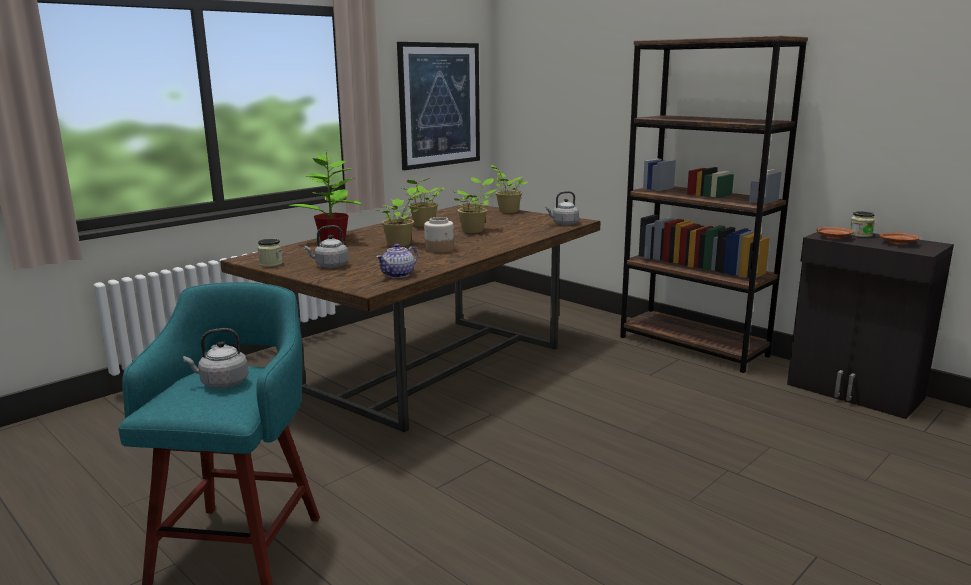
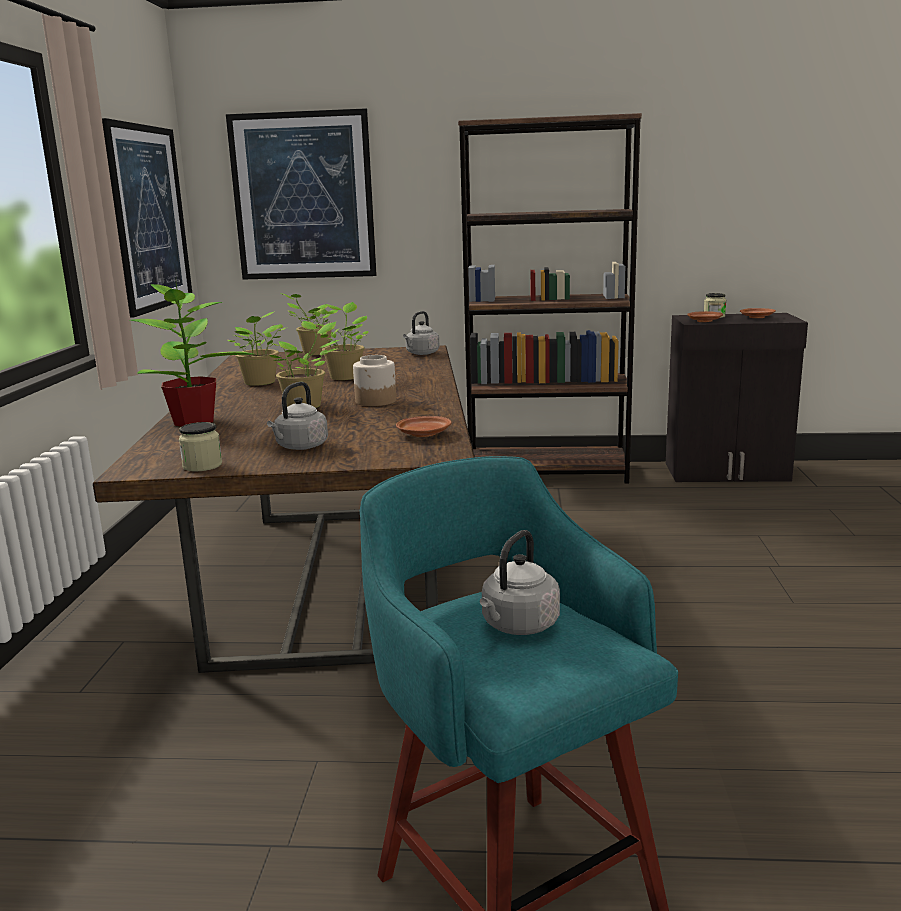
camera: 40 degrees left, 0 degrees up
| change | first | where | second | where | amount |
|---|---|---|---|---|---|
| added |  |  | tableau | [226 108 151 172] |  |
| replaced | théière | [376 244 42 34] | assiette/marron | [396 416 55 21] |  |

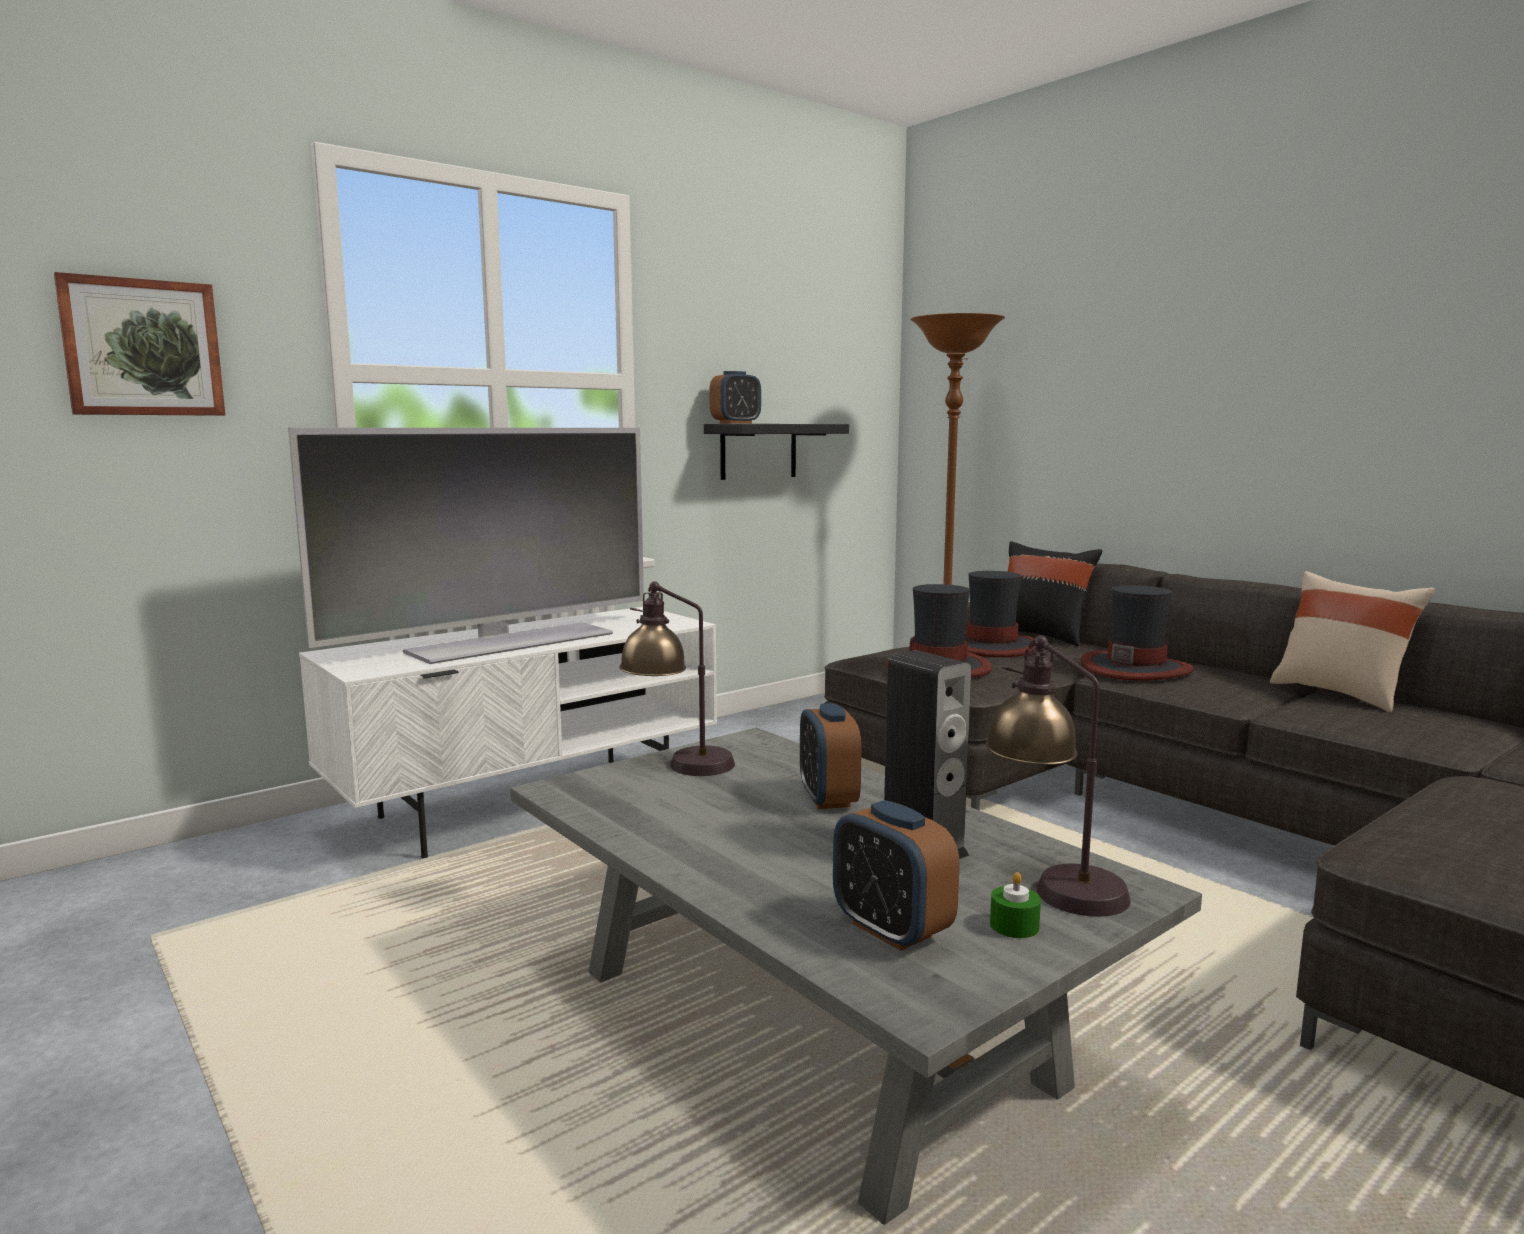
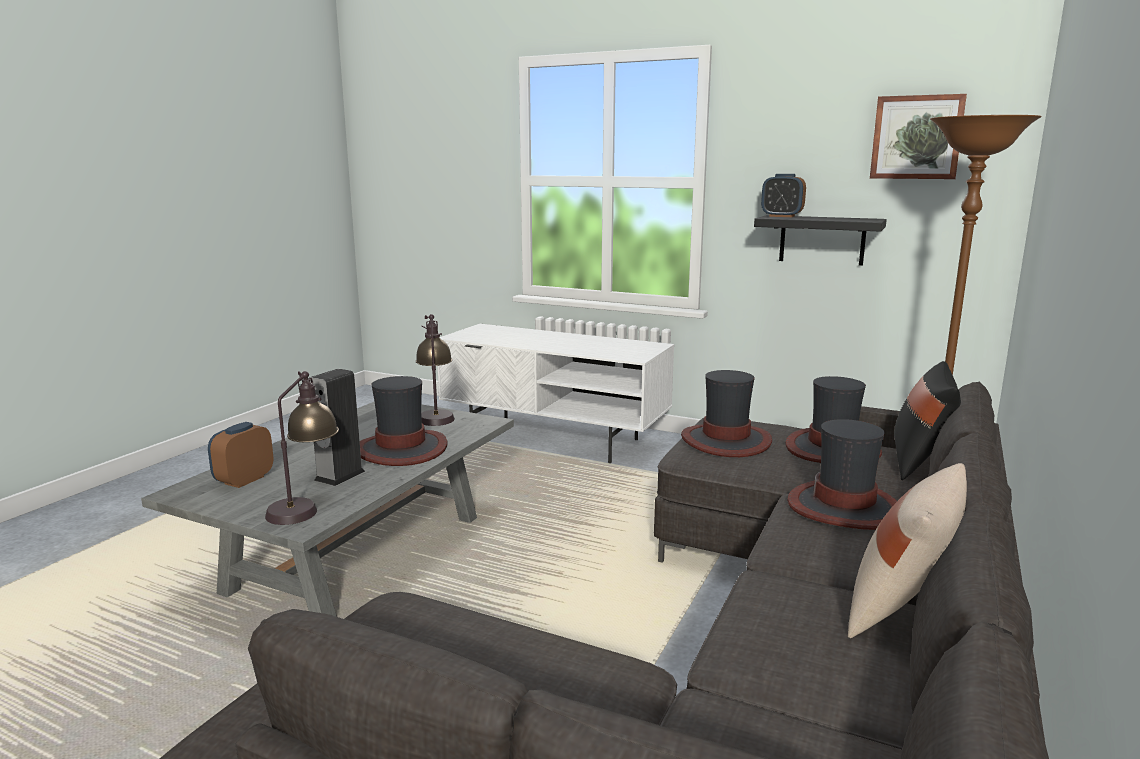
camera: 65 degrees right, 5 degrees up
| change | first | where | second | where | amount |
|---|---|---|---|---|---|
| replaced | réveil | [800 703 61 106] | chapeau | [360 376 88 90] |  |
| moved | tableau | [54 272 171 144] |  | [870 94 97 85] |  |
| removed | téléviseur | [288 428 356 236] |  |  |  |
| removed | bougie/vert | [990 872 51 66] |  |  |  |

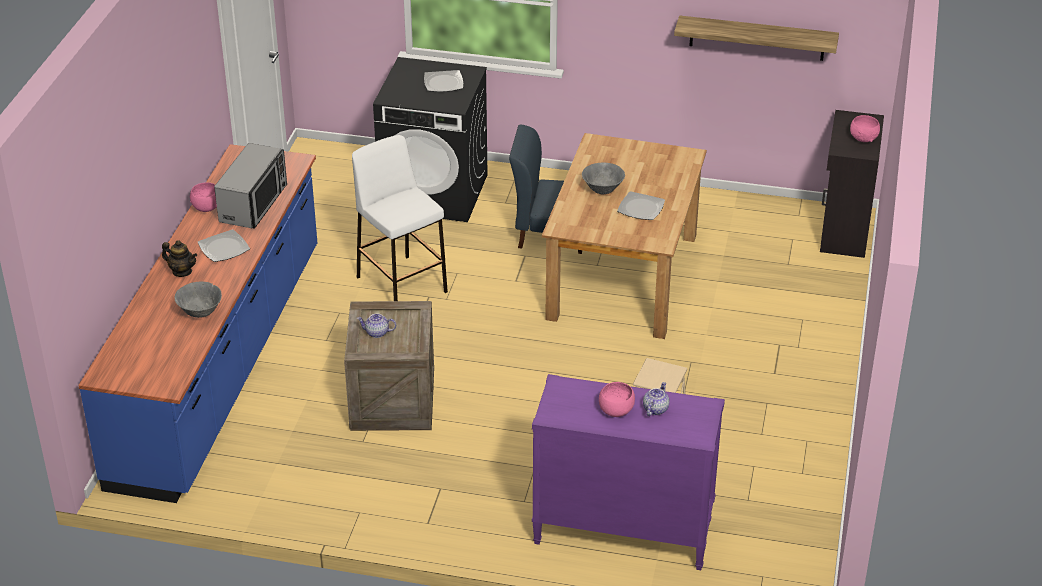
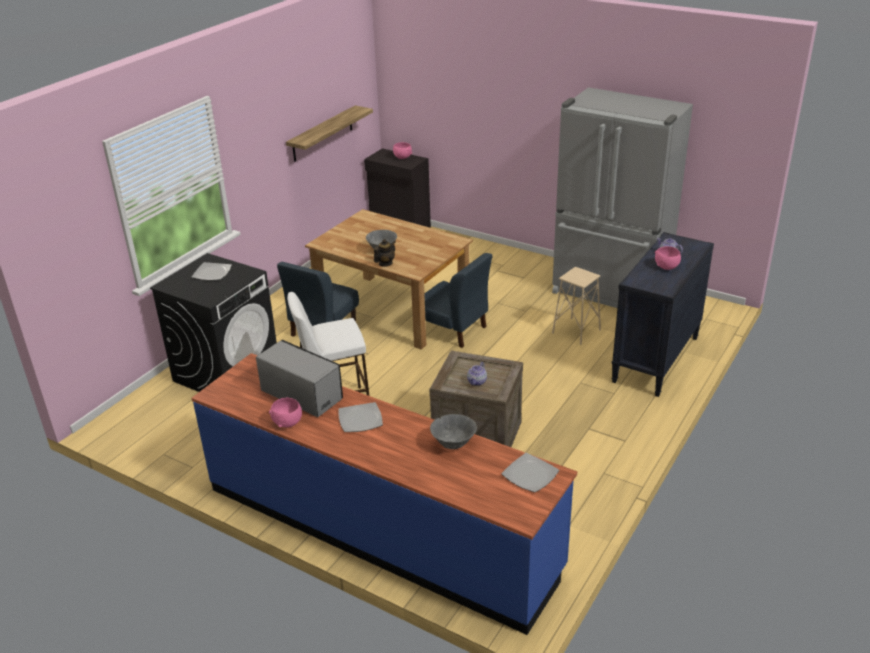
camera: 70 degrees left, 5 degrees down
| change | first | where | second | where | amount |
|---|---|---|---|---|---|
| moved | théière | [162 240 35 37] |  | [374 239 22 28] |  |
| added |  |  | chaise/bleu | [424 253 69 95] |  |
| moved | assiette | [617 191 48 29] |  | [501 453 58 39] |  |
| added |  |  | réfrigérateur/gris | [552 87 141 221] |  |
| recoloured | commode/violet | [532 374 193 196] | commode/noir | [612 232 102 165] |  |

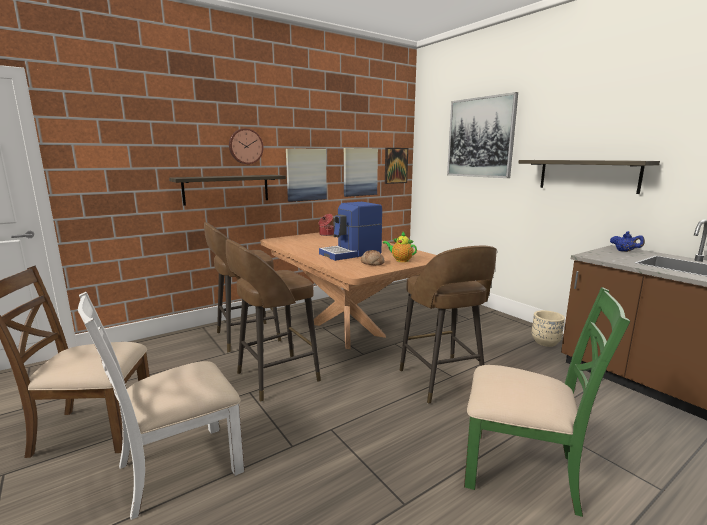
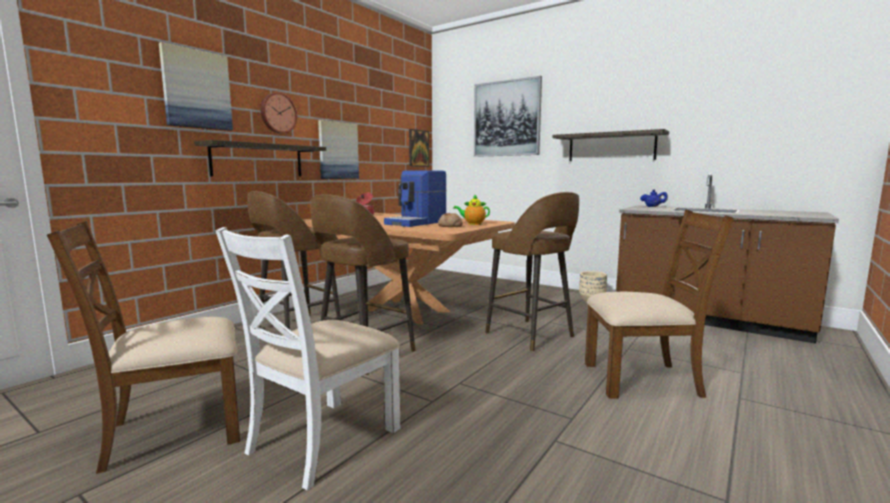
camera: 20 degrees left, 5 degrees down
| change | first | where | second | where | amount |
|---|---|---|---|---|---|
| moved | tableau | [344 148 34 49] |  | [159 42 74 89] |  |
| recoloured | chaise/vert | [464 287 166 230] | chaise/marron | [585 209 149 190] |  |

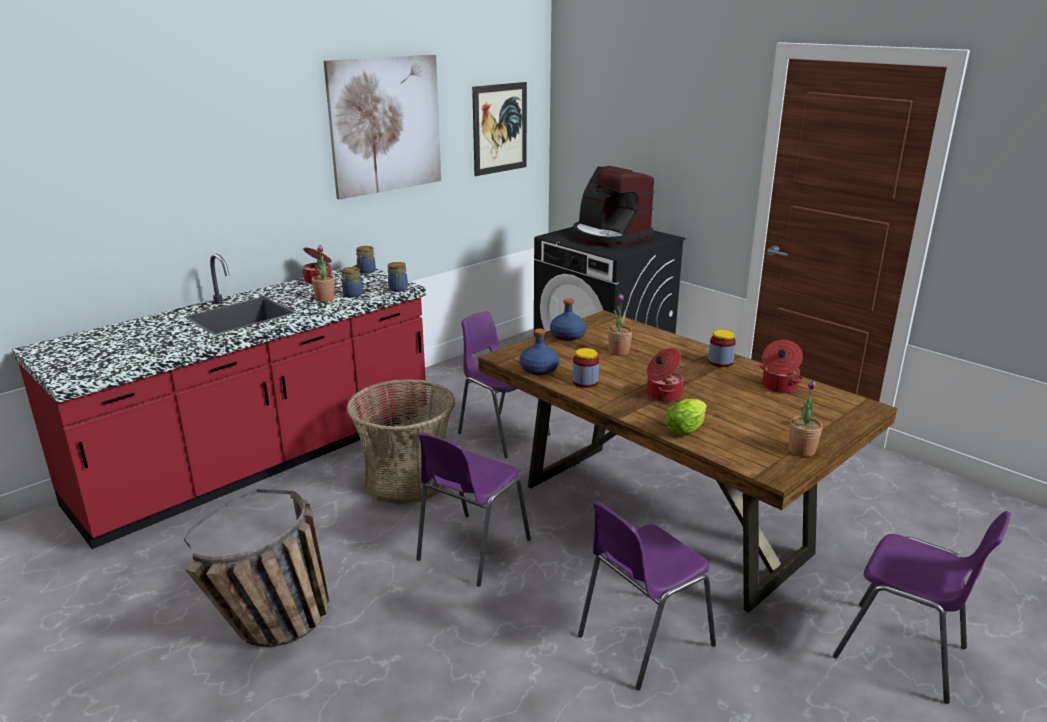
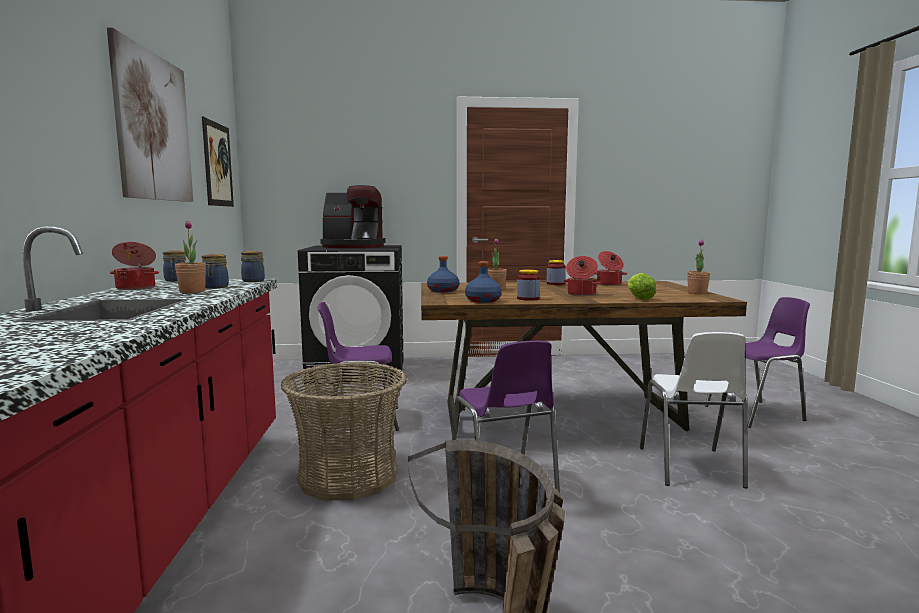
camera: 50 degrees left, 15 degrees down
| change | first | where | second | where | amount |
|---|---|---|---|---|---|
| recoloured | chaise/violet | [578 501 138 189] | chaise/blanc | [640 332 108 156] |  |

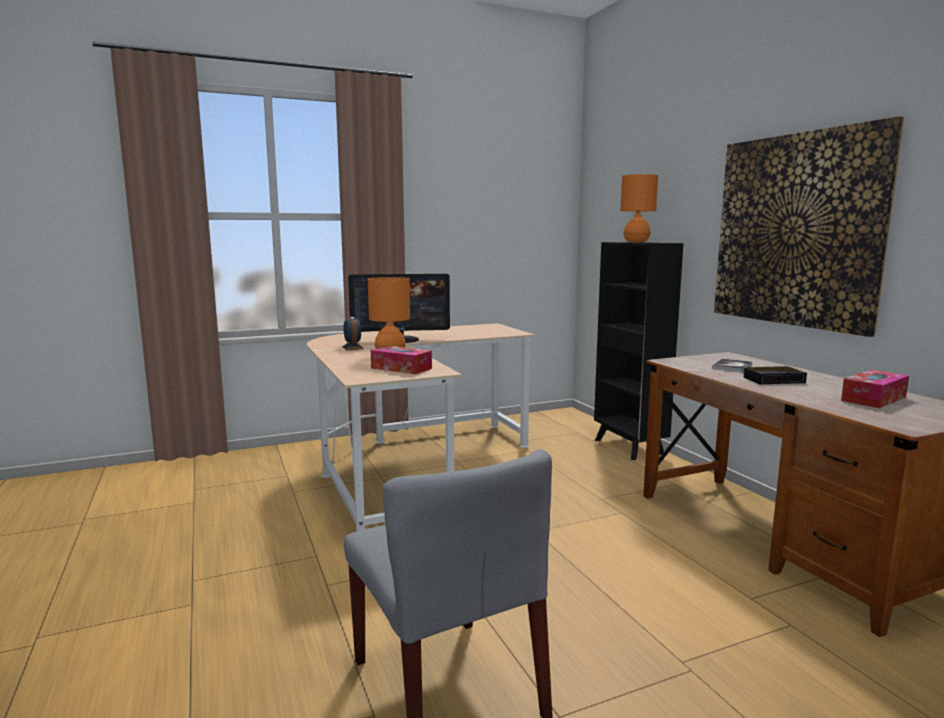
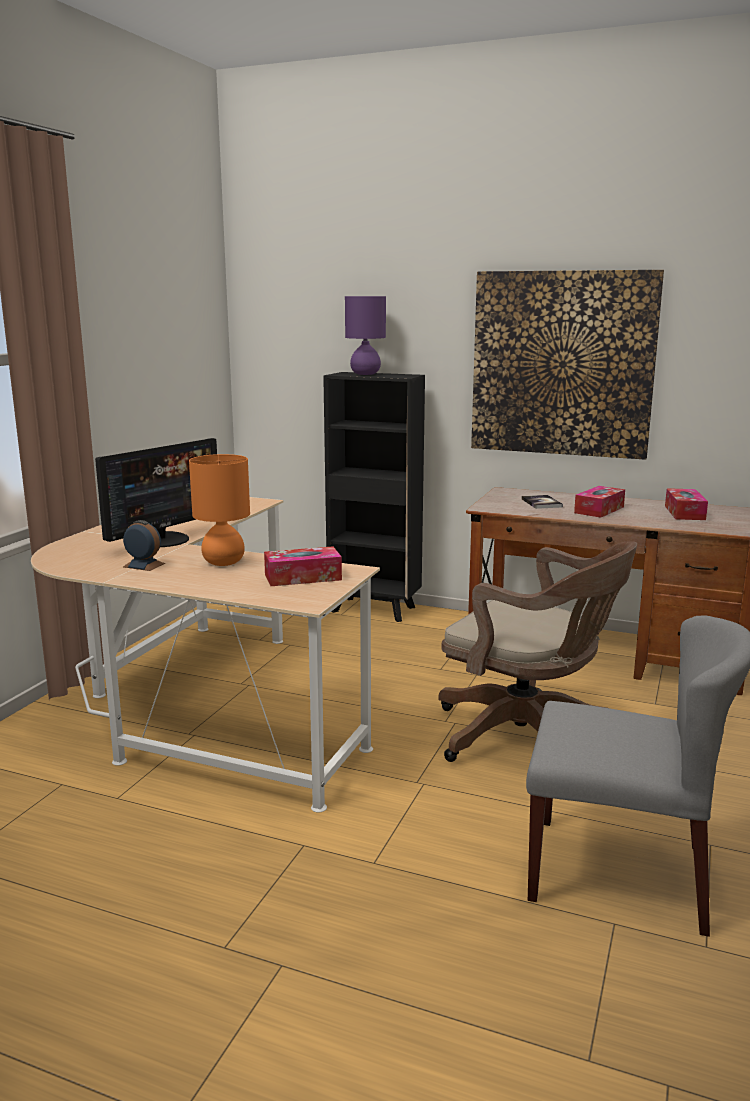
camera: 45 degrees left, 5 degrees up
| change | first | where | second | where | amount |
|---|---|---|---|---|---|
| recoloured | lampe de table/orange | [620 174 38 68] | lampe de table/violet | [345 296 41 79] |  |
| added |  |  | chaise de bureau/marron | [438 541 199 221] |  |
| replaced | réveil | [744 366 63 18] | boîte à mouchoirs | [574 486 51 32] |  |

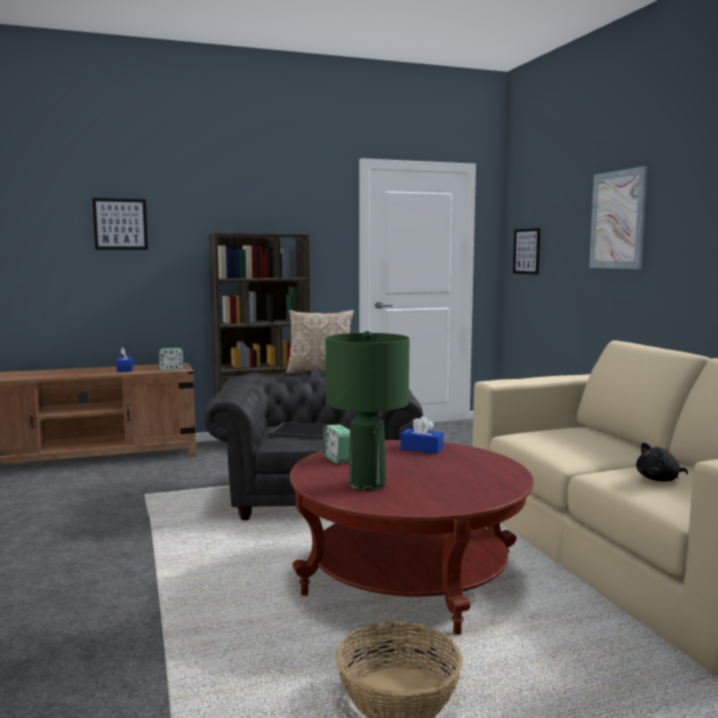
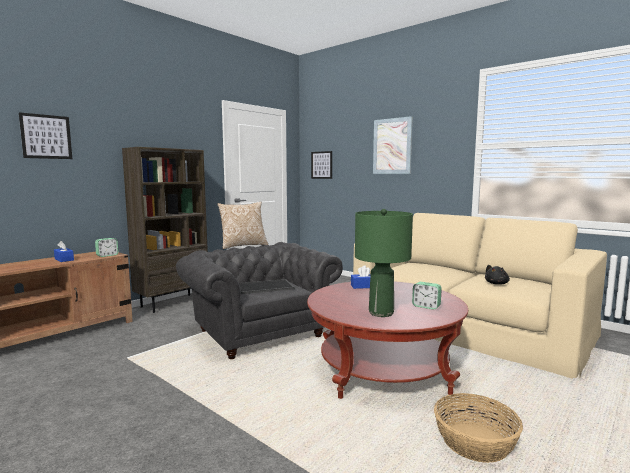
camera: 30 degrees left, 0 degrees up
| change | first | where | second | where | amount |
|---|---|---|---|---|---|
| moved | réveil | [323 425 27 39] |  | [412 282 30 28] |  |

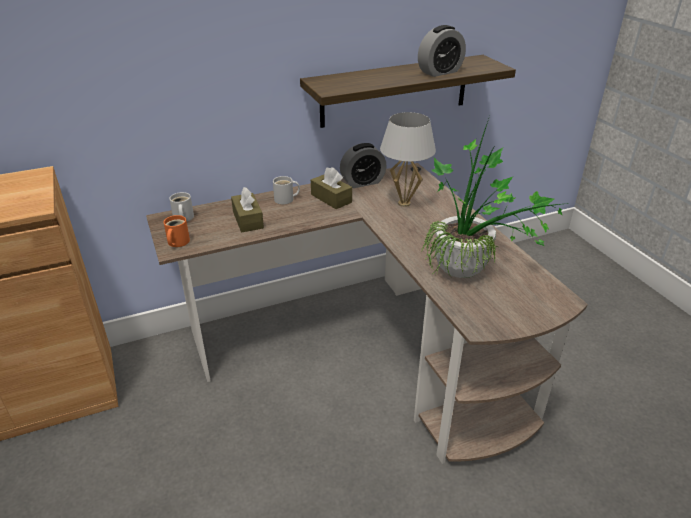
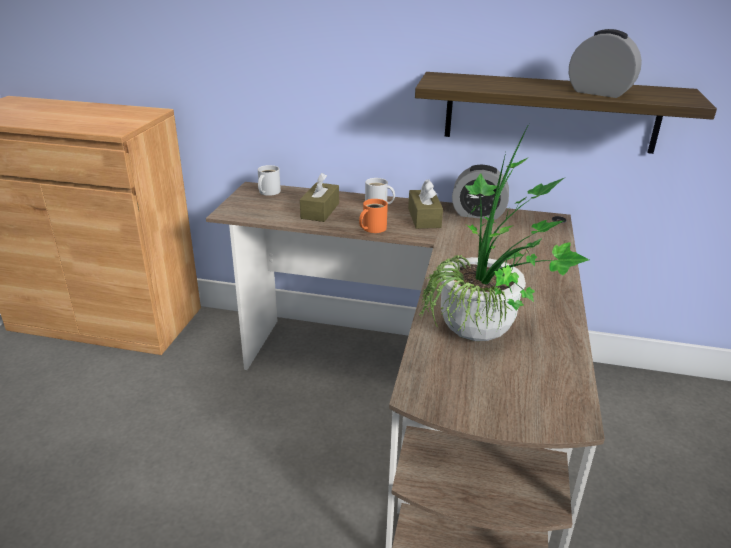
camera: 35 degrees right, 5 degrees down
| change | first | where | second | where | amount |
|---|---|---|---|---|---|
| moved | mug/orange | [164 215 26 32] |  | [359 199 29 34] |  |
| turned | réveil | [418 25 48 52] |  | [569 29 73 69] | 150 degrees counterclockwise |
| removed | lampe de table/blanc | [380 112 56 95] |  |  |  |

